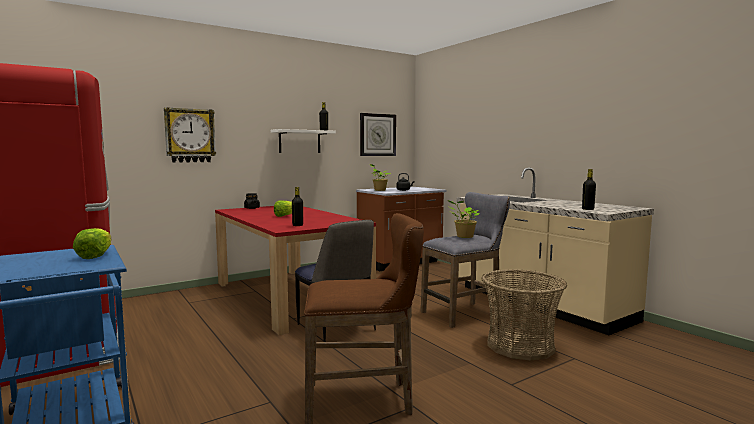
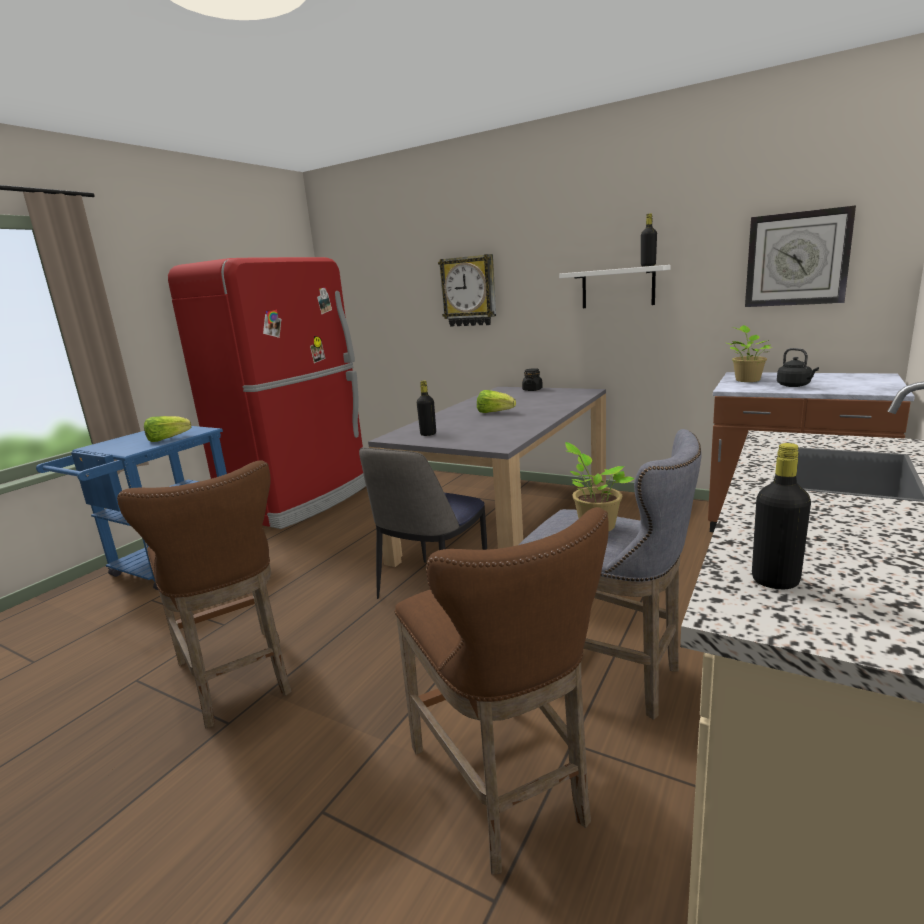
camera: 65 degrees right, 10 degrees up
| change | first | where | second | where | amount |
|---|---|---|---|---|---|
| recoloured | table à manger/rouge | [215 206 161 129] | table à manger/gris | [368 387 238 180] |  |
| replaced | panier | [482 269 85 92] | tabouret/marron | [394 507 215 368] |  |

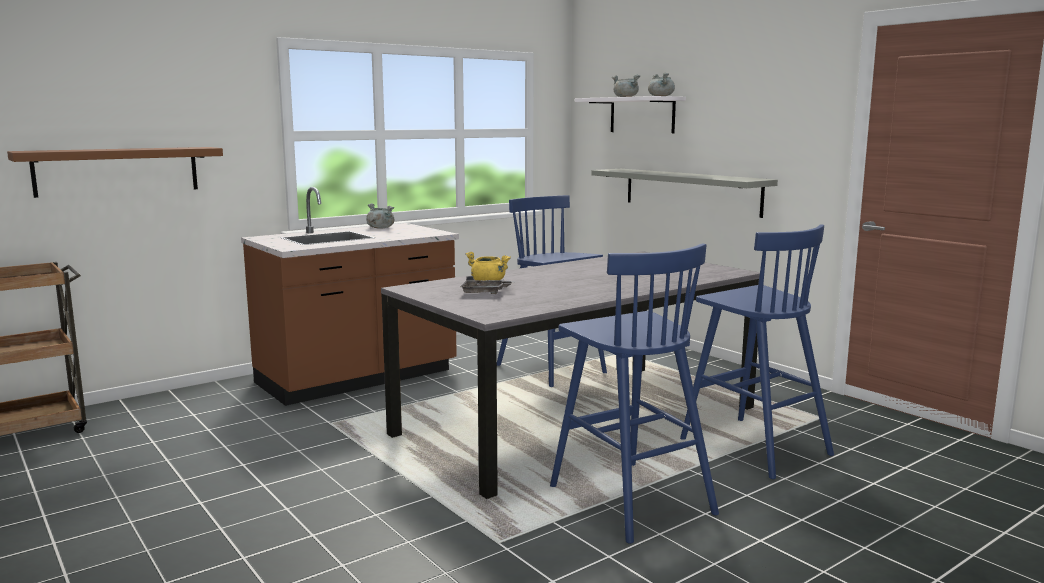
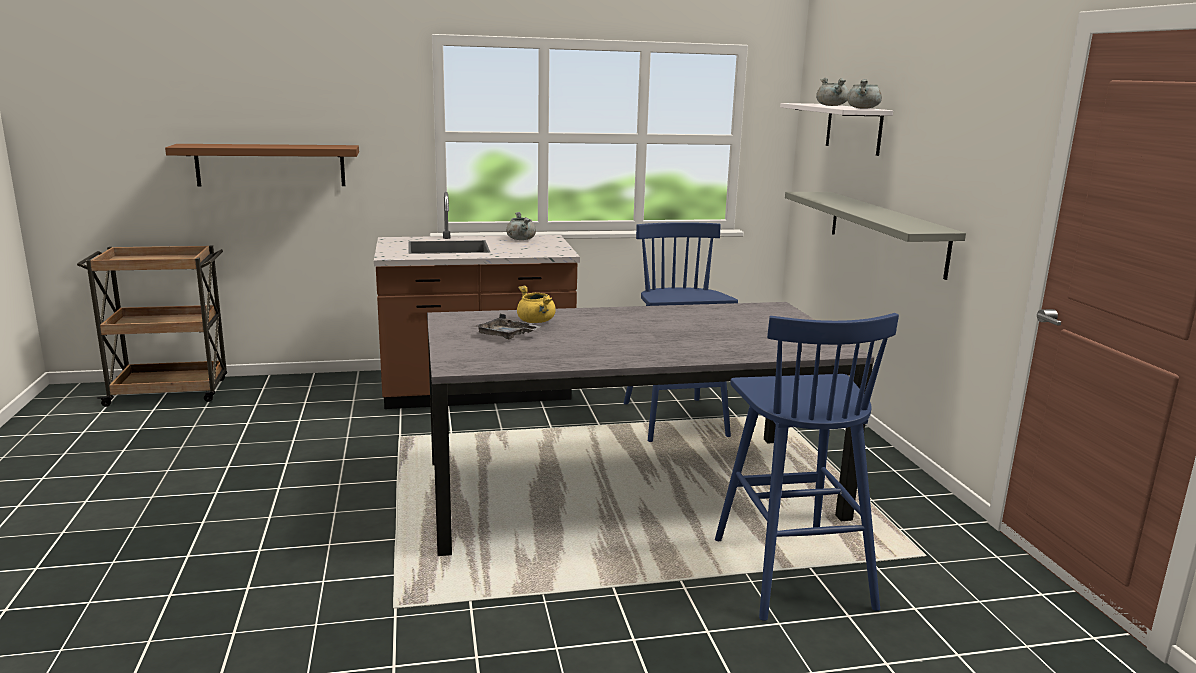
camera: 25 degrees right, 5 degrees up
| change | first | where | second | where | amount |
|---|---|---|---|---|---|
| removed | tabouret/bleu | [550 243 169 301] |  |  |  |

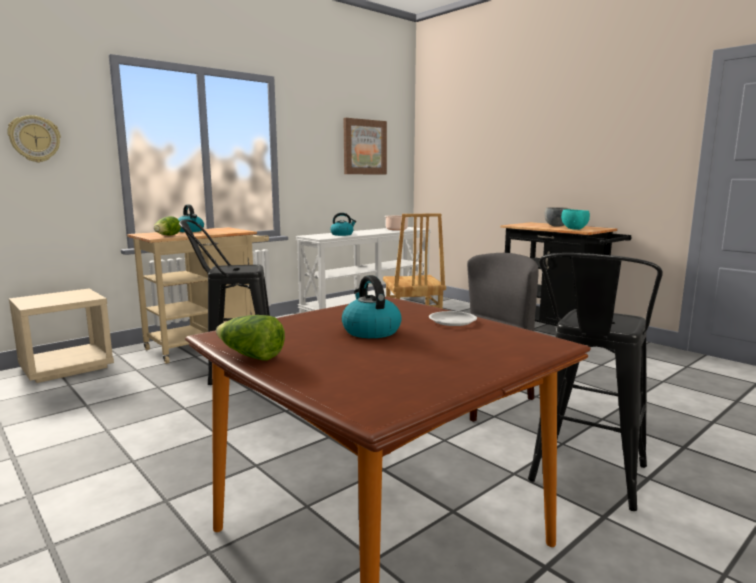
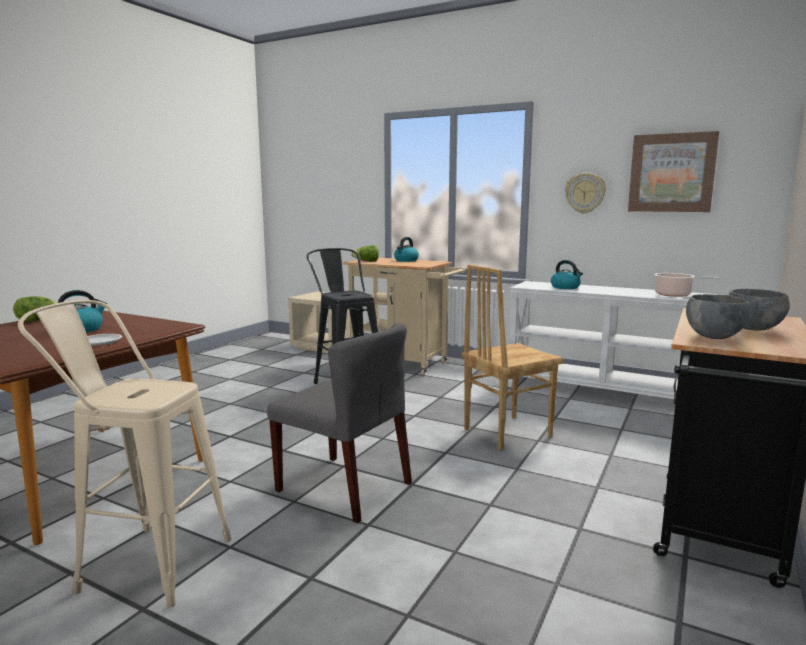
camera: 70 degrees right, 0 degrees up
| change | first | where | second | where | amount |
|---|---|---|---|---|---|
| recoloured | tabouret/noir | [528 253 135 258] | tabouret/beige | [18 300 213 308] |  |
| moved | horloge murale | [7 115 54 47] |  | [565 173 41 40] |  |
| recoloured | bol/turquoise | [561 209 29 21] | bol/gris | [686 294 64 45] |  |

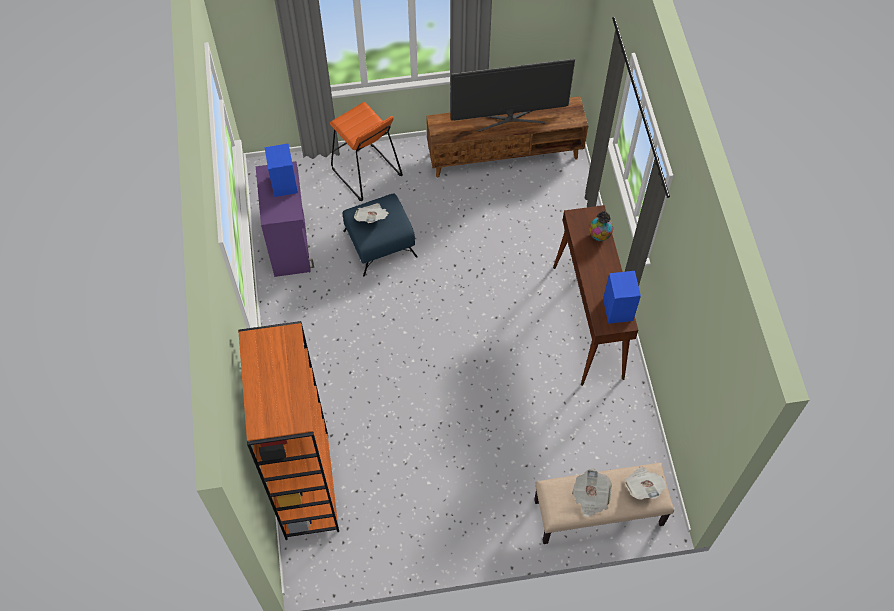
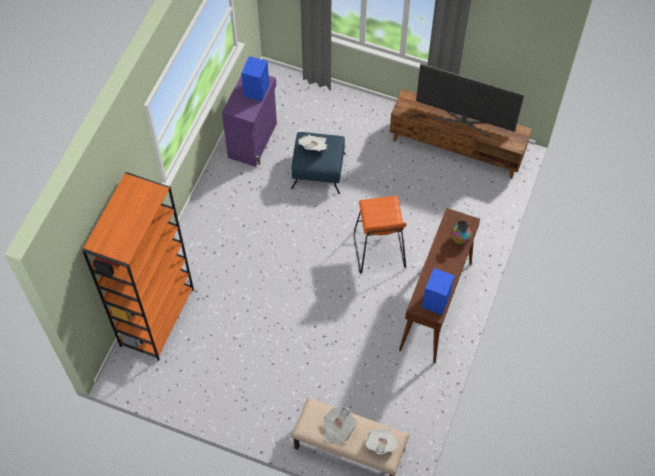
camera: 30 degrees right, 0 degrees up
| change | first | where | second | where | amount |
|---|---|---|---|---|---|
| moved | tabouret/orange | [330 102 73 99] |  | [354 196 53 77] |  |

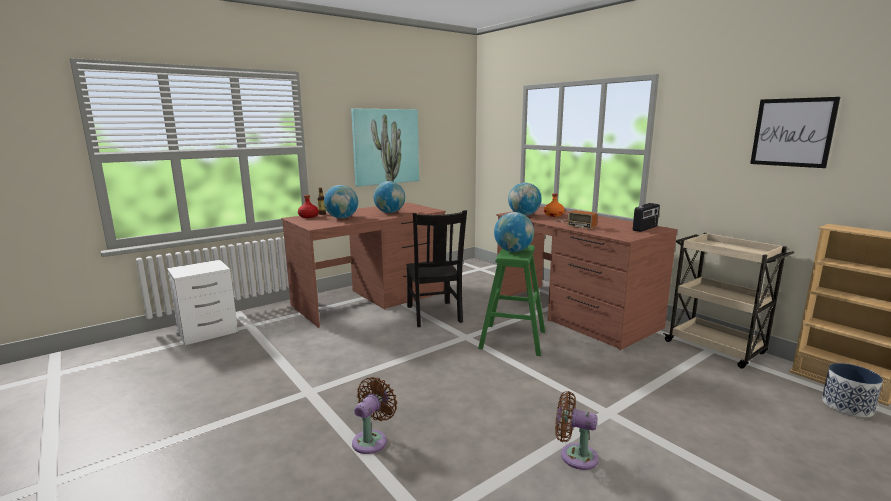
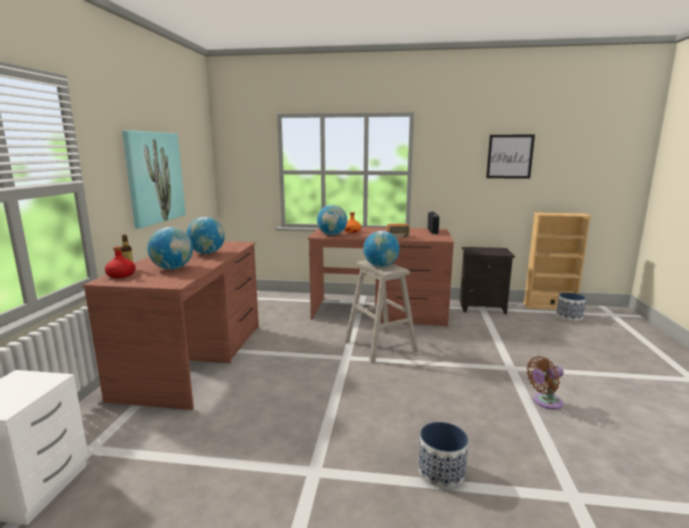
camera: 45 degrees left, 0 degrees up
| change | first | where | second | where | amount |
|---|---|---|---|---|---|
| recoloured | tabouret/vert | [478 245 67 111] | tabouret/beige | [344 260 74 103] |  |
| replaced | ventilateur/marron | [352 377 45 77] | cache-pot | [418 422 50 66] |  |
| replaced | chariot/beige | [663 233 131 136] | table de chevet/noir | [460 247 55 67] |  |
| removed | chaise/noir | [406 210 61 117] |  |  |  |

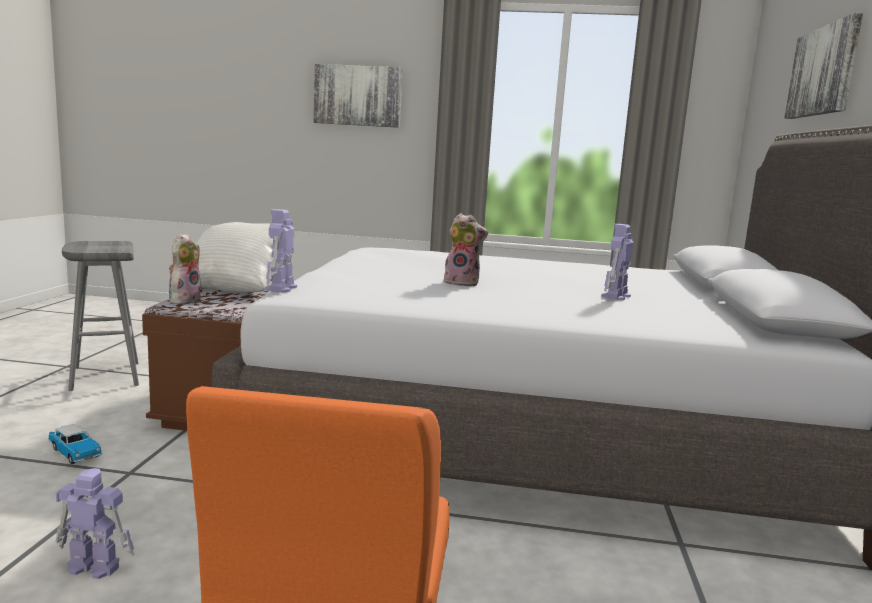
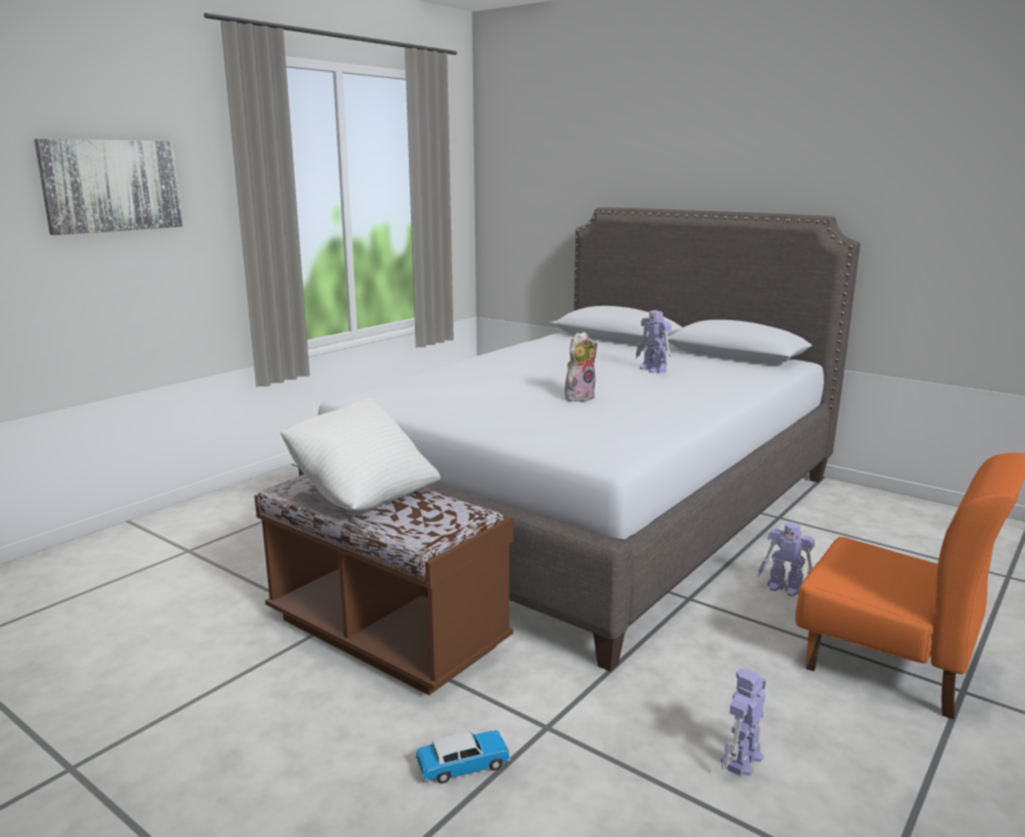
camera: 60 degrees left, 5 degrees up
| change | first | where | second | where | amount |
|---|---|---|---|---|---|
| moved | robot jouet | [265 209 32 84] |  | [757 522 58 75] |  |
| removed | tabouret/gris | [62 241 77 150] |  |  |  |
| removed | peluche | [169 233 32 71] |  |  |  |
| removed | tableau | [784 13 79 106] |  |  |  |

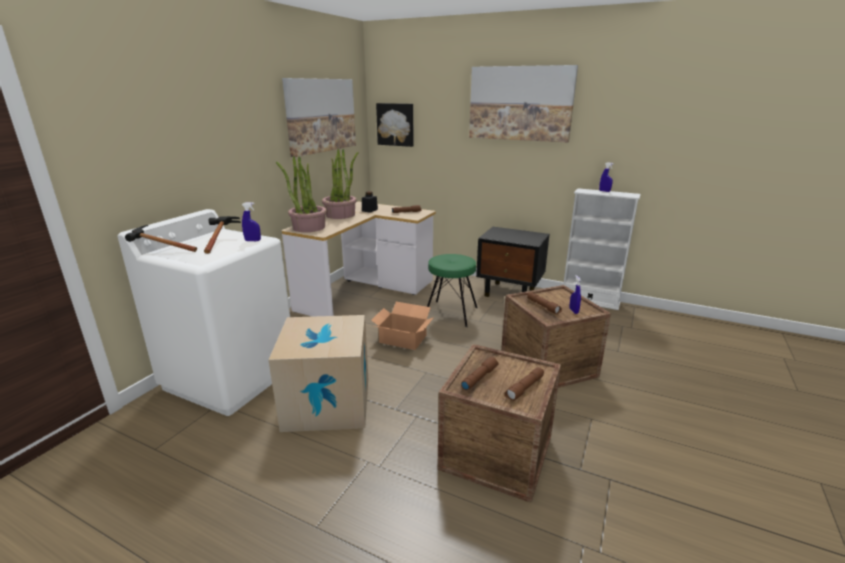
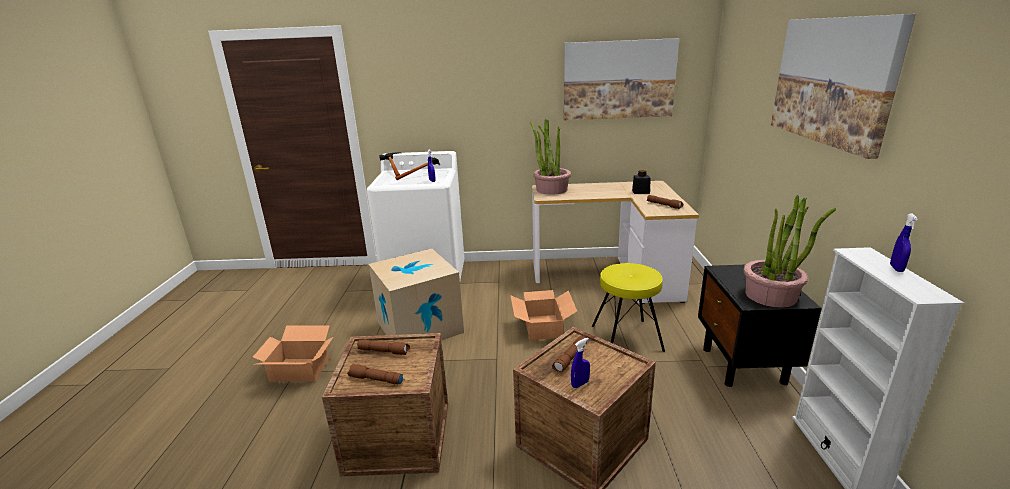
camera: 65 degrees right, 0 degrees up
| change | first | where | second | where | amount |
|---|---|---|---|---|---|
| added |  |  | carton | [253 325 80 57] |  |
| recoloured | tabouret/vert | [427 254 50 73] | tabouret/jaune | [592 263 73 89] |  |
| moved | plante en pot | [322 149 37 70] |  | [744 195 92 113] |  |
| removed | tableau | [376 103 38 44] |  |  |  |

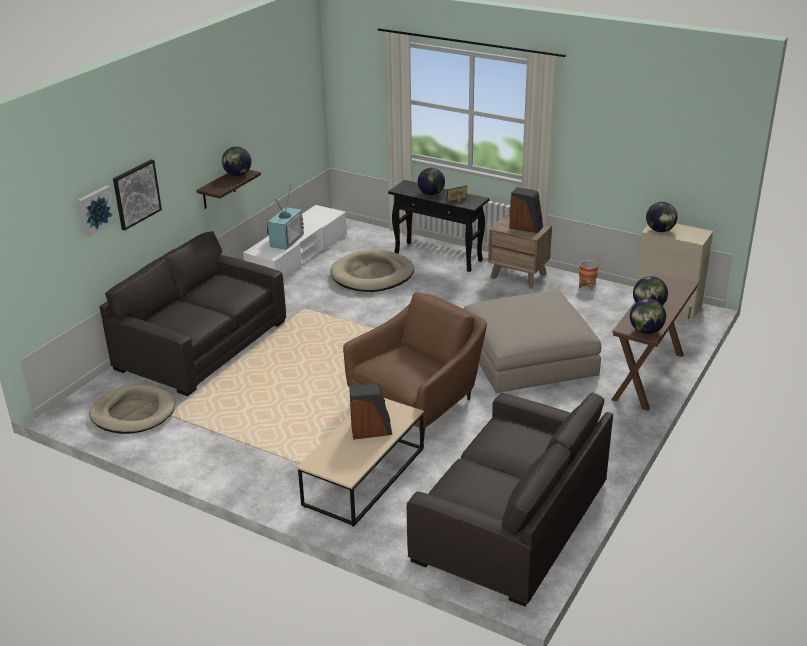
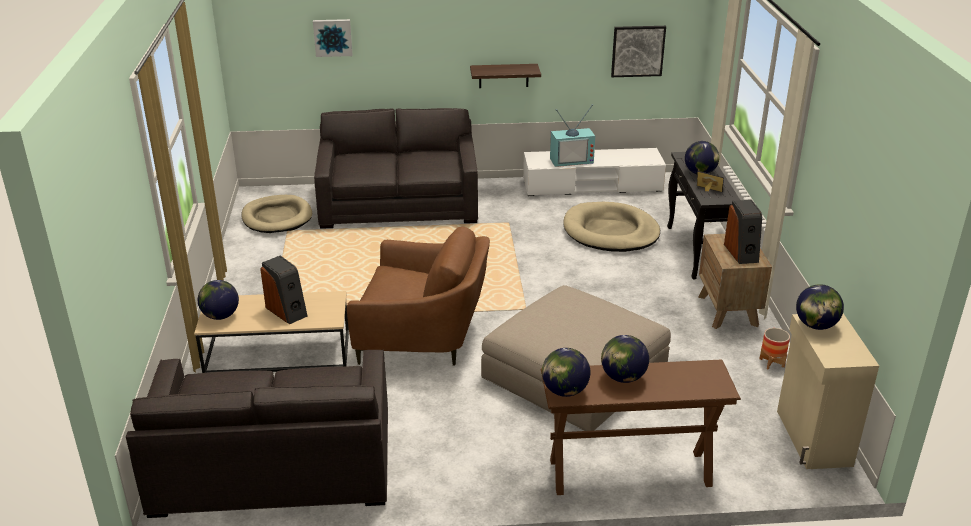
camera: 55 degrees right, 0 degrees up
| change | first | where | second | where | amount |
|---|---|---|---|---|---|
| moved | globe | [222 146 29 30] |  | [198 280 41 40] |  |
| moved | tableau | [113 160 49 70] |  | [611 26 55 51] |  |

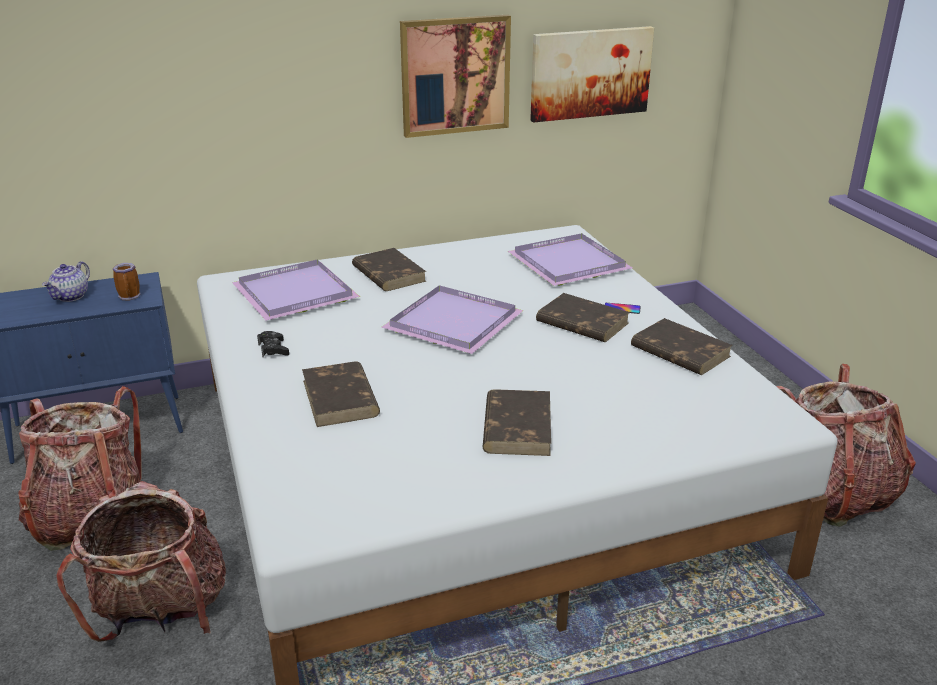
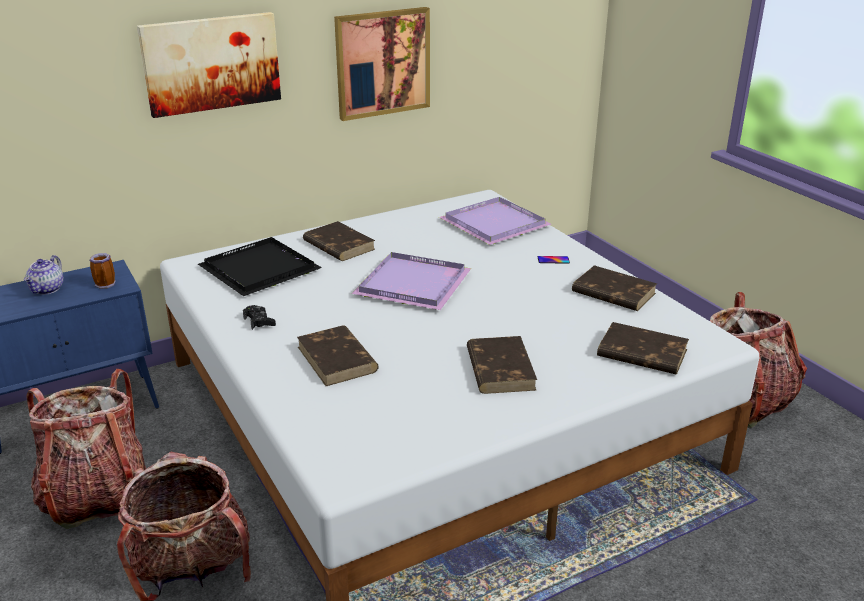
camera: 10 degrees left, 0 degrees up
| change | first | where | second | where | amount |
|---|---|---|---|---|---|
| moved | tableau | [530 26 124 97] |  | [137 12 144 106] |  |
| recoloured | plateau/violet | [232 260 128 60] | plateau/noir | [198 237 124 59] |  |
| moved | livre/marron | [536 293 94 49] |  | [597 322 92 53] |  |

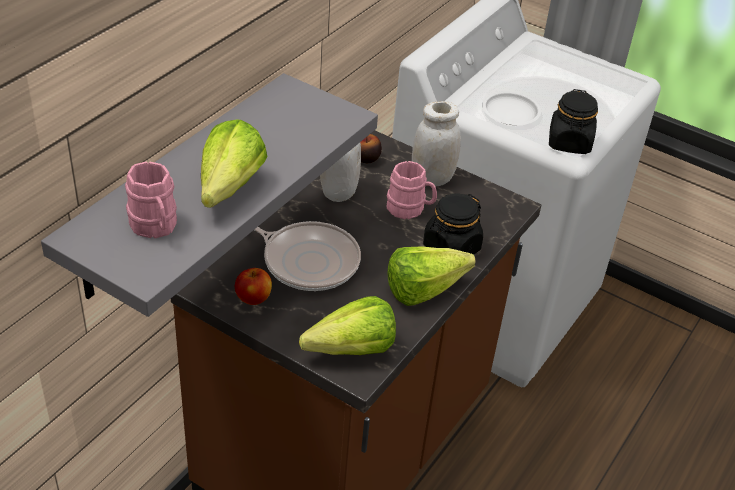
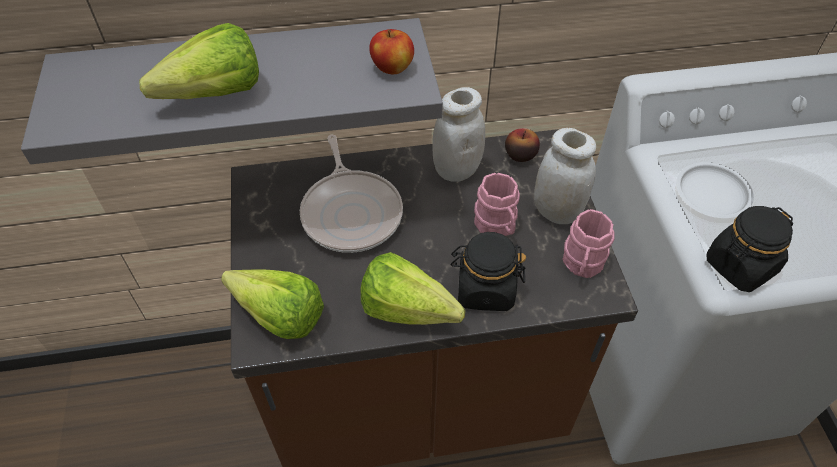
camera: 50 degrees right, 10 degrees up
| change | first | where | second | where | amount |
|---|---|---|---|---|---|
| moved | pomme | [235 268 37 37] |  | [369 29 45 45] |  |
| moved | mug/rose | [125 162 52 76] |  | [563 209 52 69] |  |

